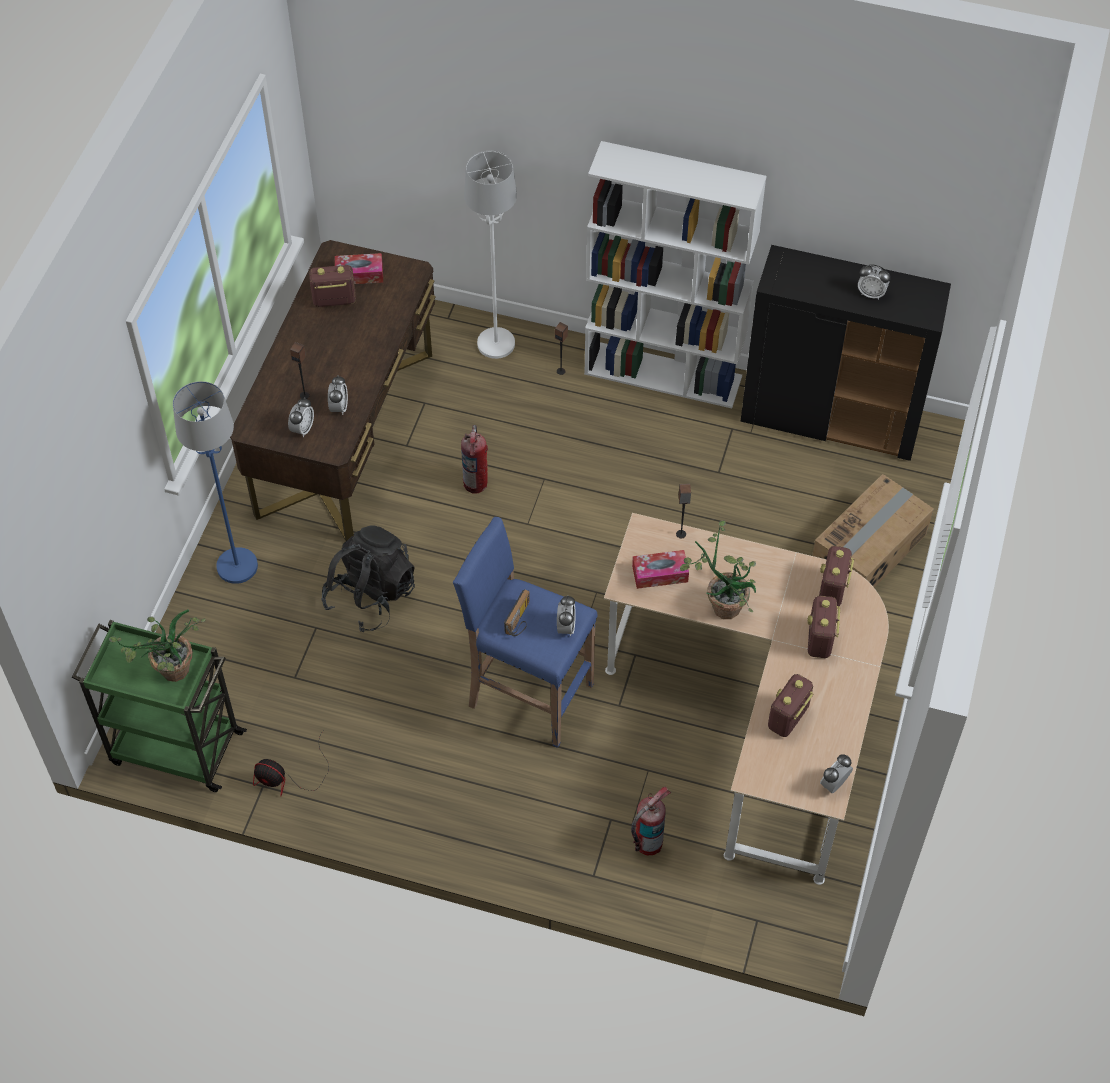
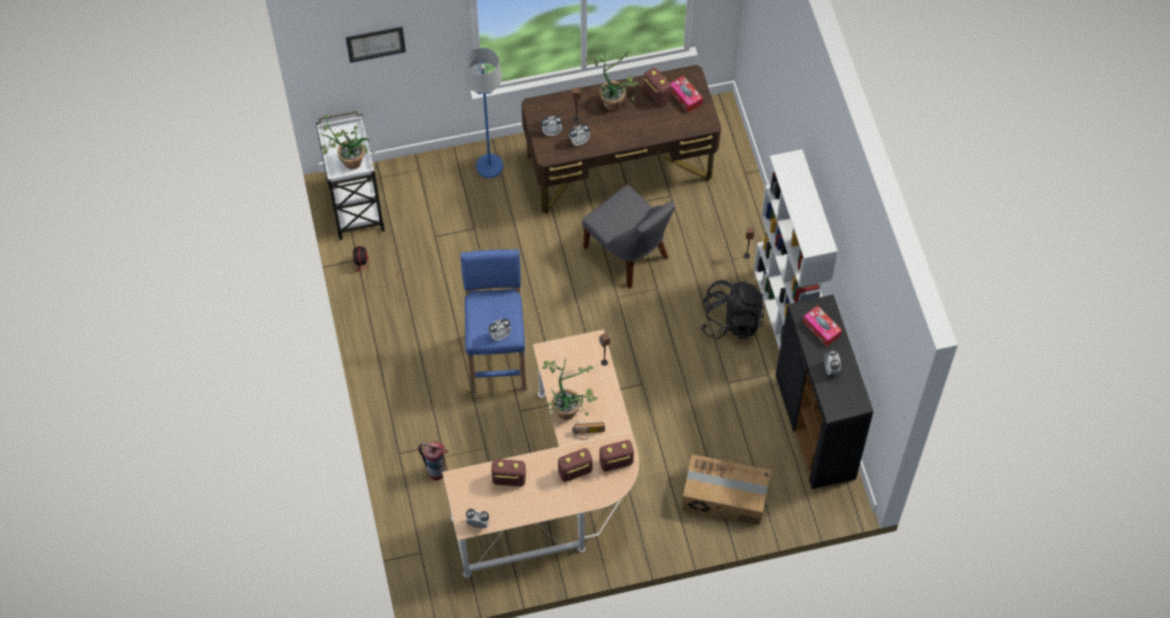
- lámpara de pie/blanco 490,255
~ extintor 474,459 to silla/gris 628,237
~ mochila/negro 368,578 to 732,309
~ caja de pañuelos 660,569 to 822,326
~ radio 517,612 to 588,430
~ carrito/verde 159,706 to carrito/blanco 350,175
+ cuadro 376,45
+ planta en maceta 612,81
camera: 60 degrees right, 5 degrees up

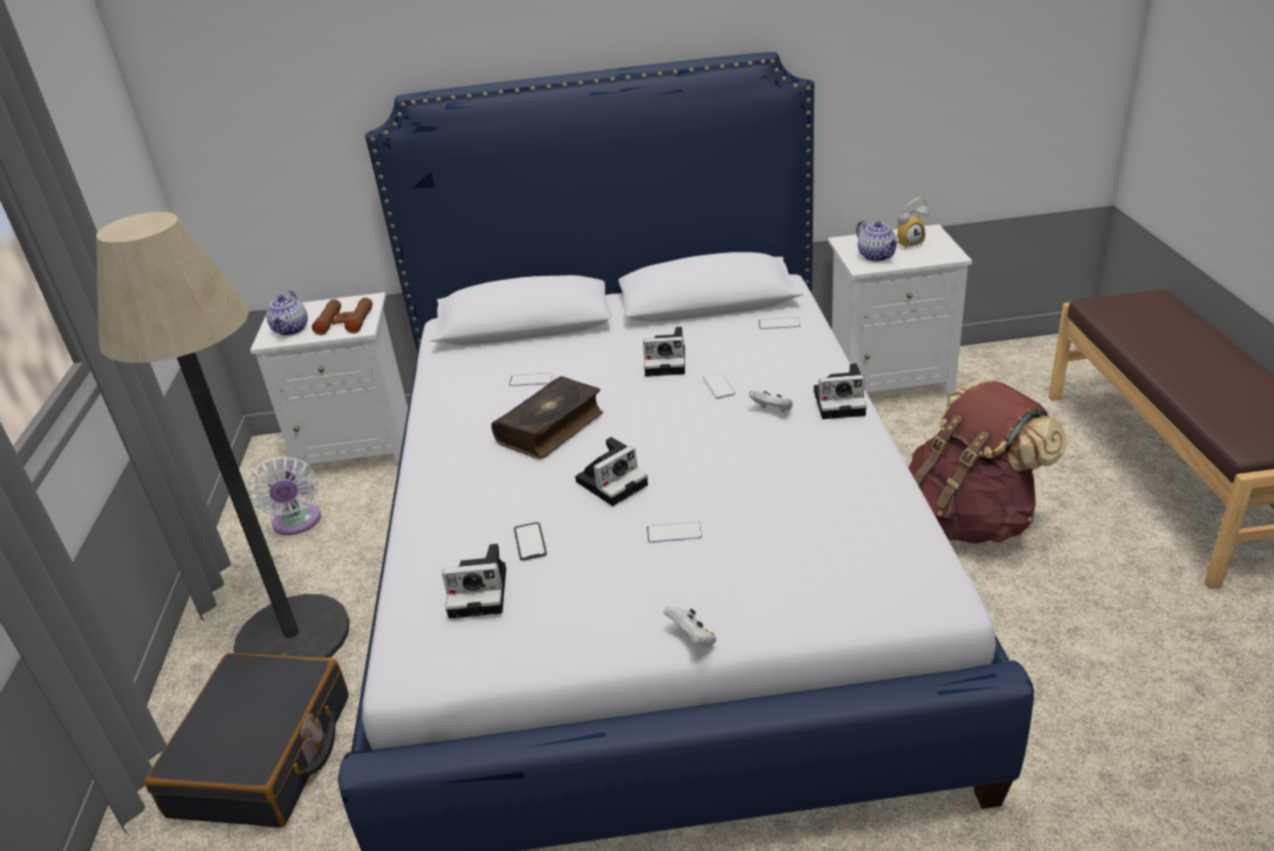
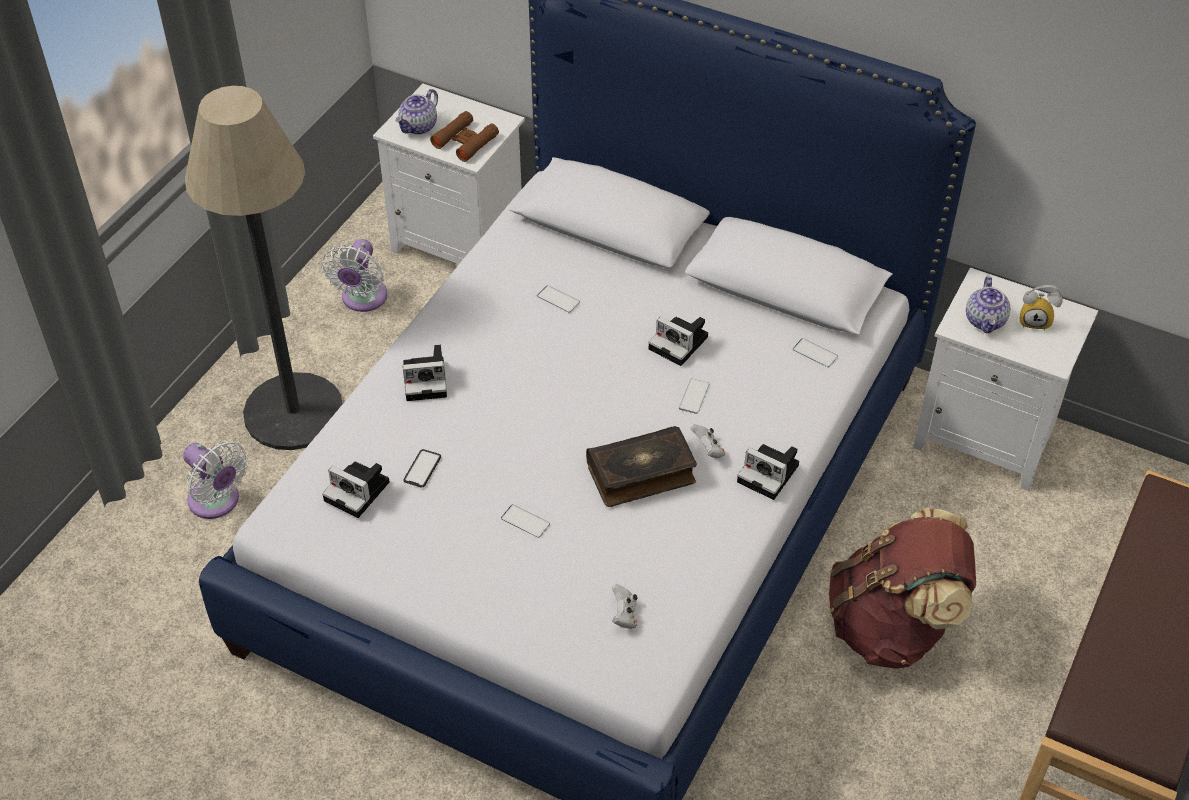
~ libro 547,417 to 641,466
~ cámara 611,471 to 425,373
~ mando de consola/blanco 689,626 to 624,606
~ maleta/negro 246,740 to ventilador/blanco 215,480
camera: 30 degrees right, 15 degrees up

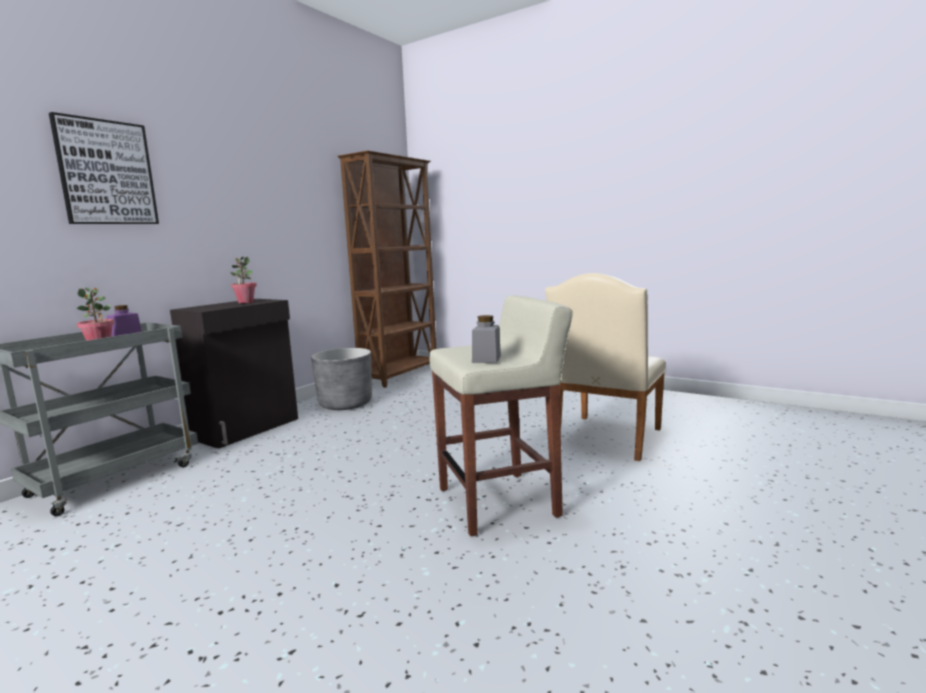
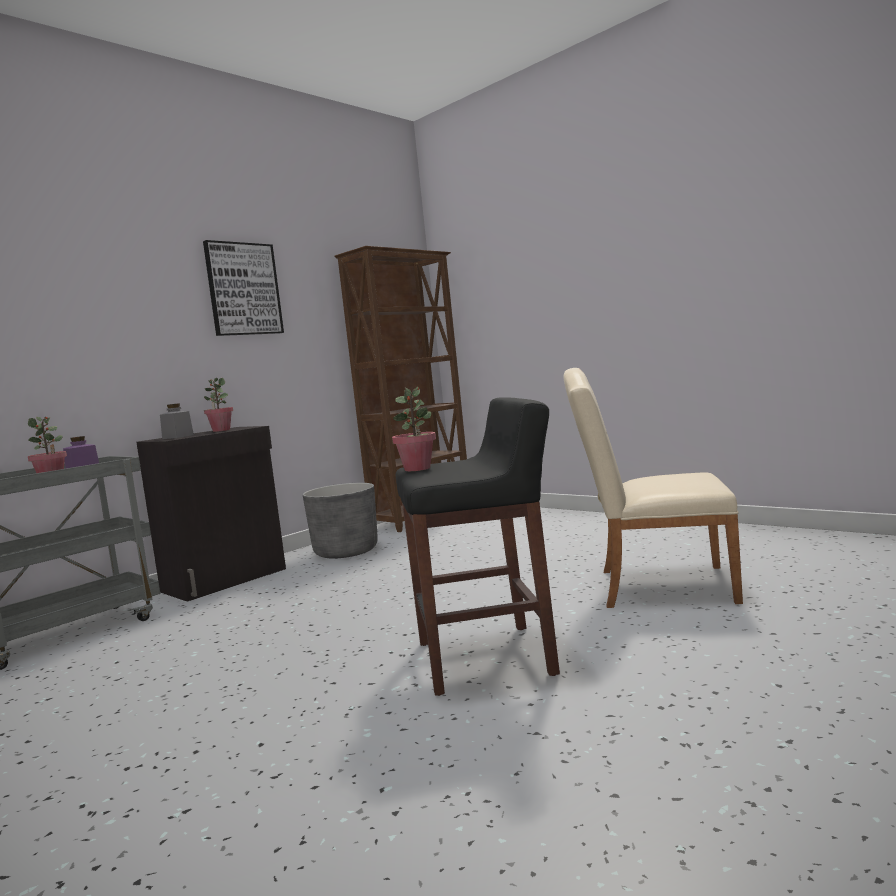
~ cuadro 104,168 to 243,288
~ silla/beis 605,367 = 653,488 60 degrees clockwise
~ taburete/beis 501,415 to taburete/negro 478,546
~ tarro/gris 486,339 to 177,421
+ planta en maceta 414,429
camera: 10 degrees right, 5 degrees down

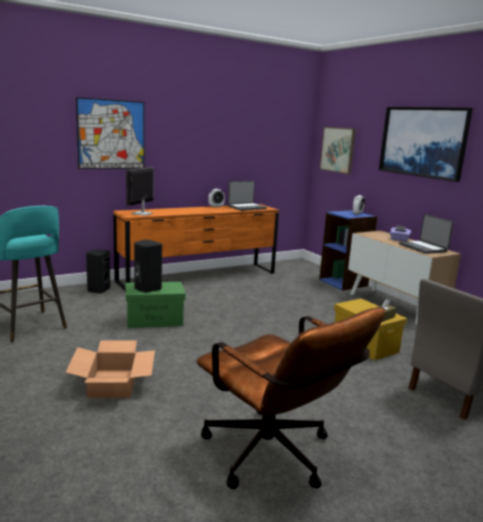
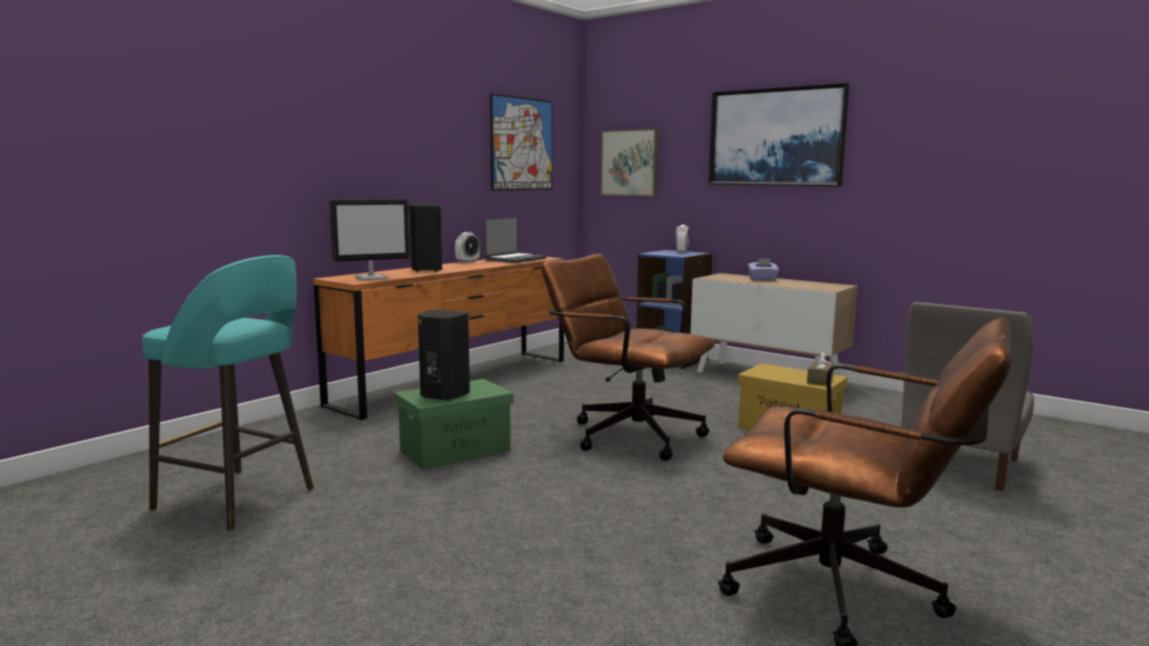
~ cuadro 110,133 to 521,142
~ monitor 140,191 = 370,239 120 degrees counterclockwise
- portátil 426,234
~ altavoz/negro 98,271 to 426,238
- caja de cartón 110,369
+ silla de oficina/marrón 628,357
camera: 20 degrees left, 5 degrees down

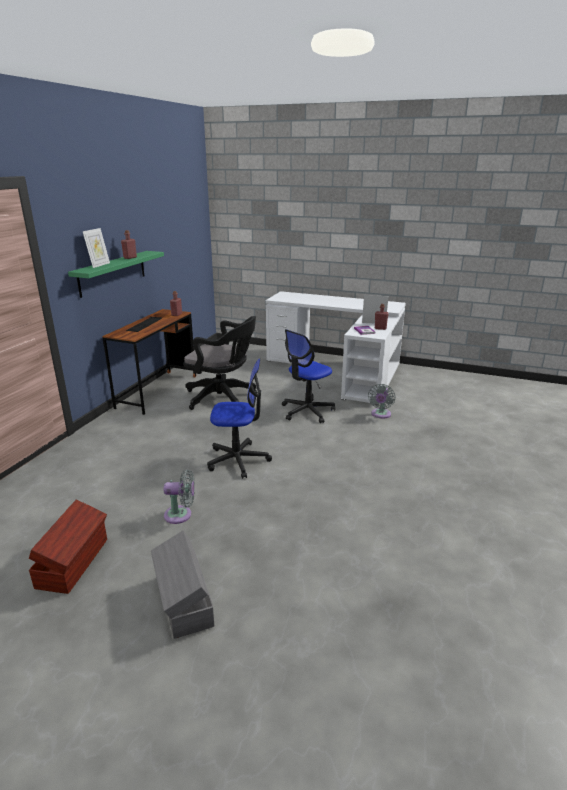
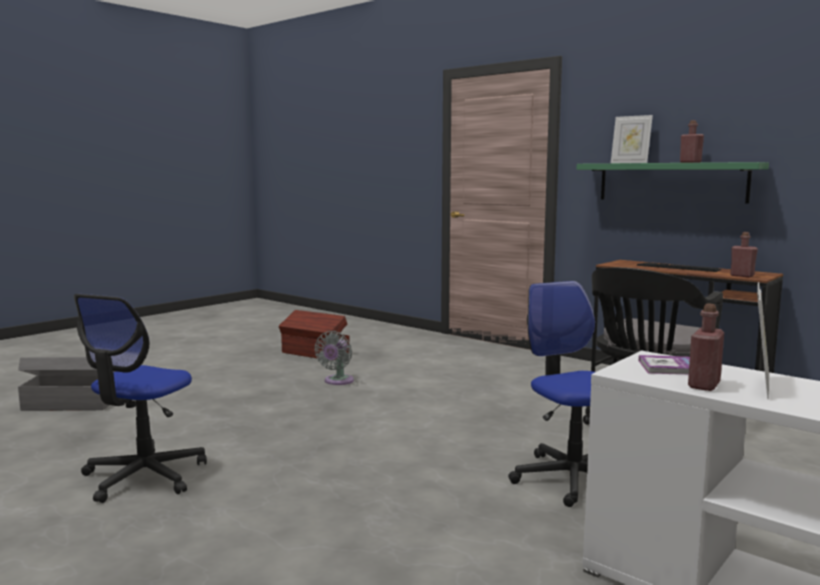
~ silla de oficina 239,418 to 140,398
- ventilador/gris 381,401
~ caja de almacenaje/gris 182,584 to 67,384
camera: 110 degrees right, 15 degrees down

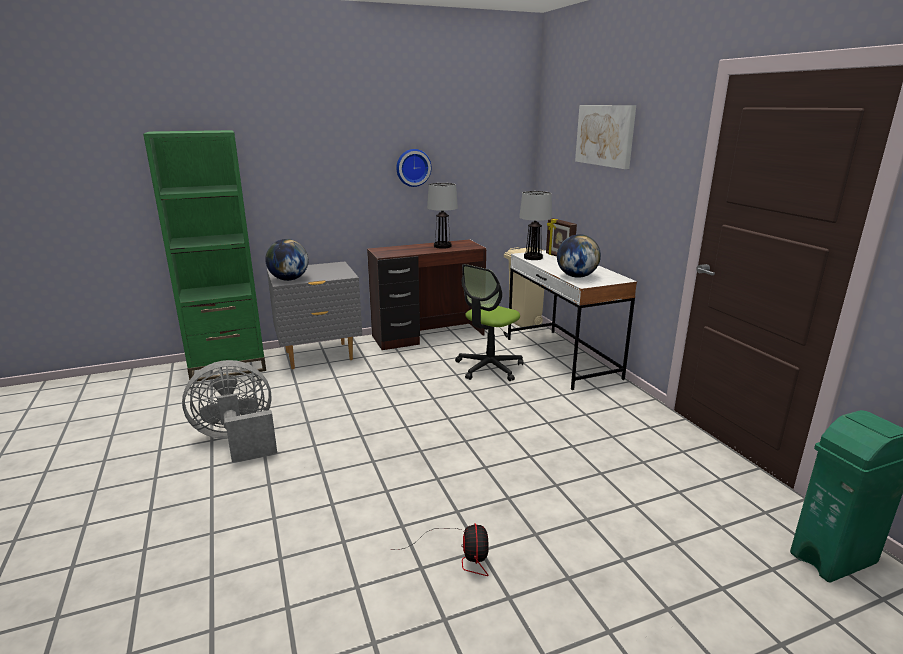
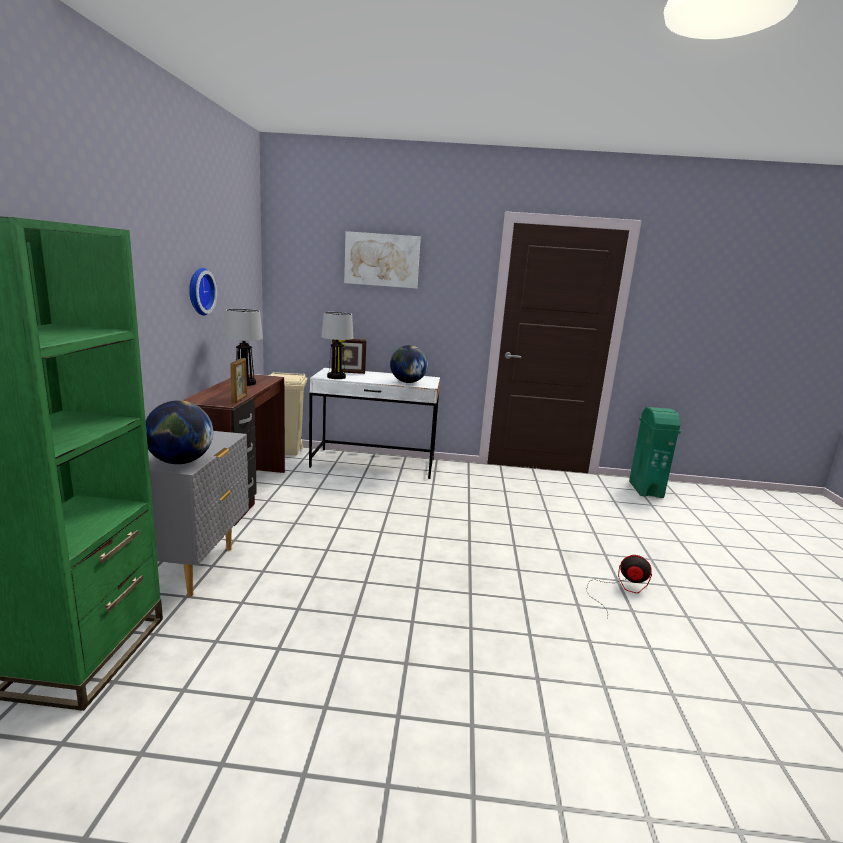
- silla de oficina 489,322
- ventilador/gris 229,411
+ portarretratos 238,380
camera: 65 degrees left, 5 degrees down

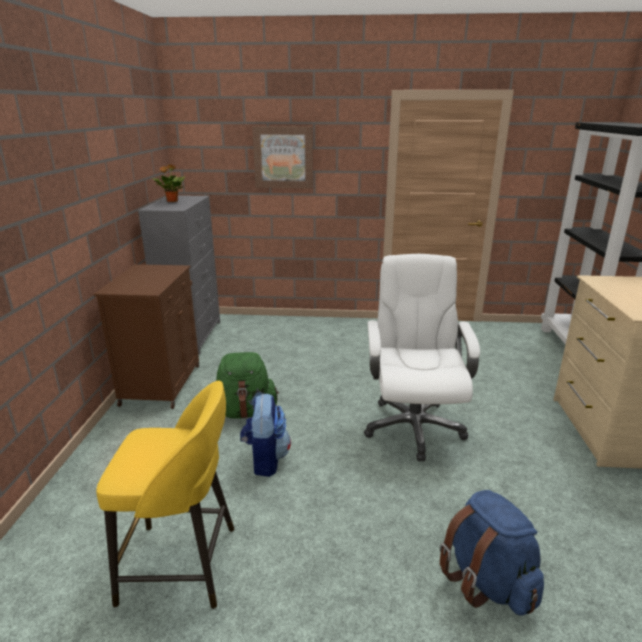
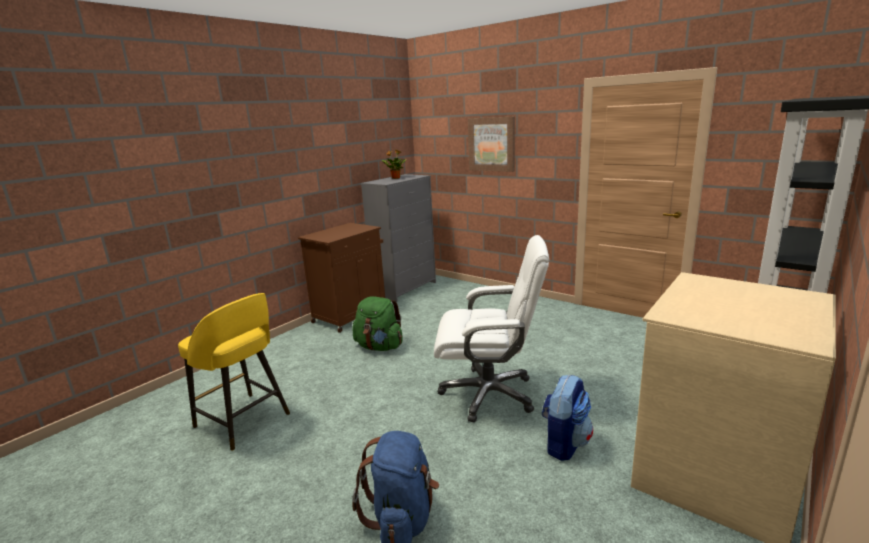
~ silla de oficina/blanco 422,357 = 491,328 60 degrees clockwise
~ mochila 265,435 to 567,418
camera: 35 degrees right, 5 degrees down

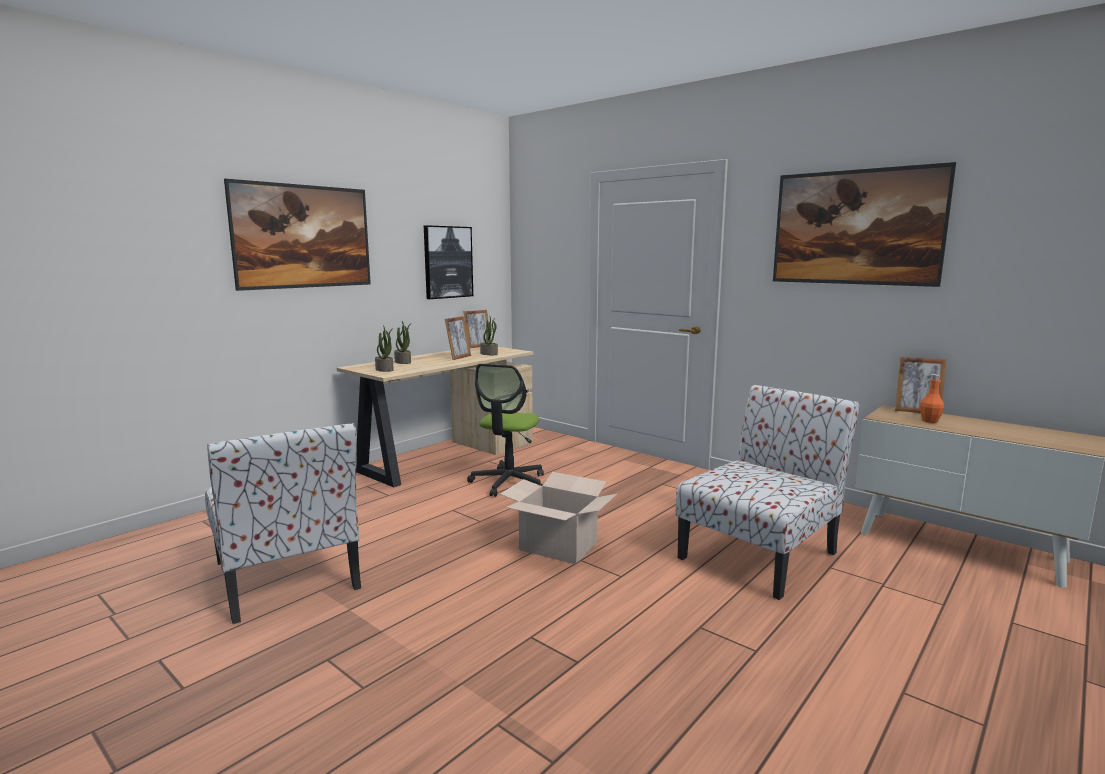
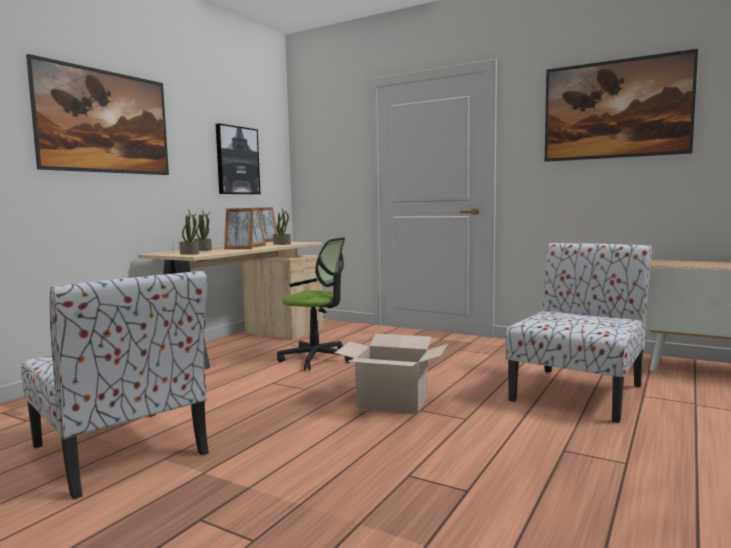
~ portarretratos 921,385 to 239,228
~ silla de oficina 505,430 = 315,303 75 degrees counterclockwise
- botella/naranja 932,398
camera: 10 degrees left, 5 degrees down

